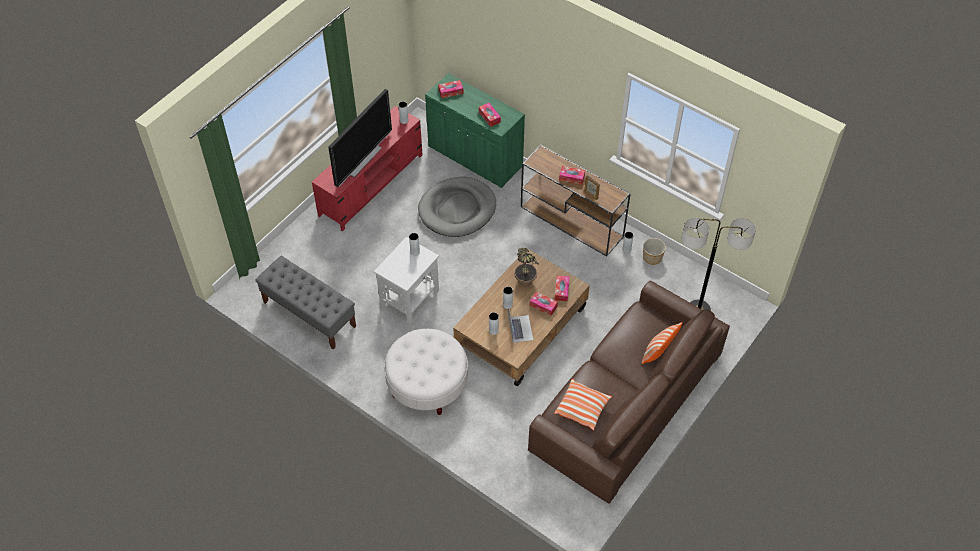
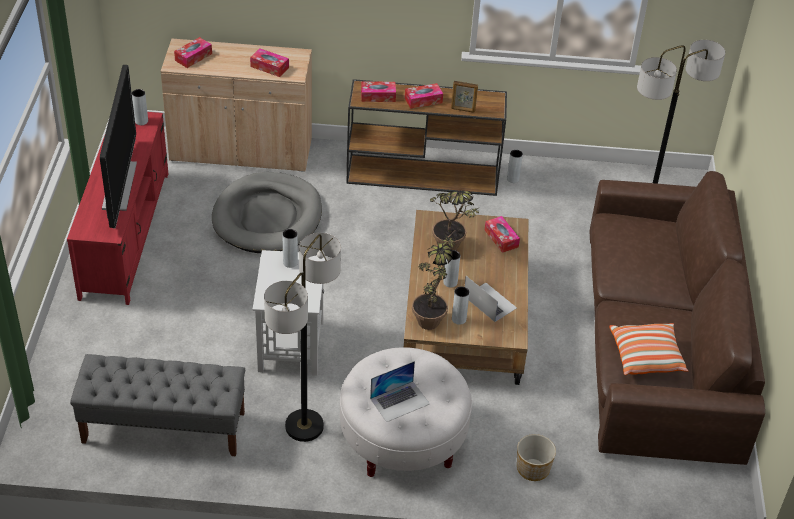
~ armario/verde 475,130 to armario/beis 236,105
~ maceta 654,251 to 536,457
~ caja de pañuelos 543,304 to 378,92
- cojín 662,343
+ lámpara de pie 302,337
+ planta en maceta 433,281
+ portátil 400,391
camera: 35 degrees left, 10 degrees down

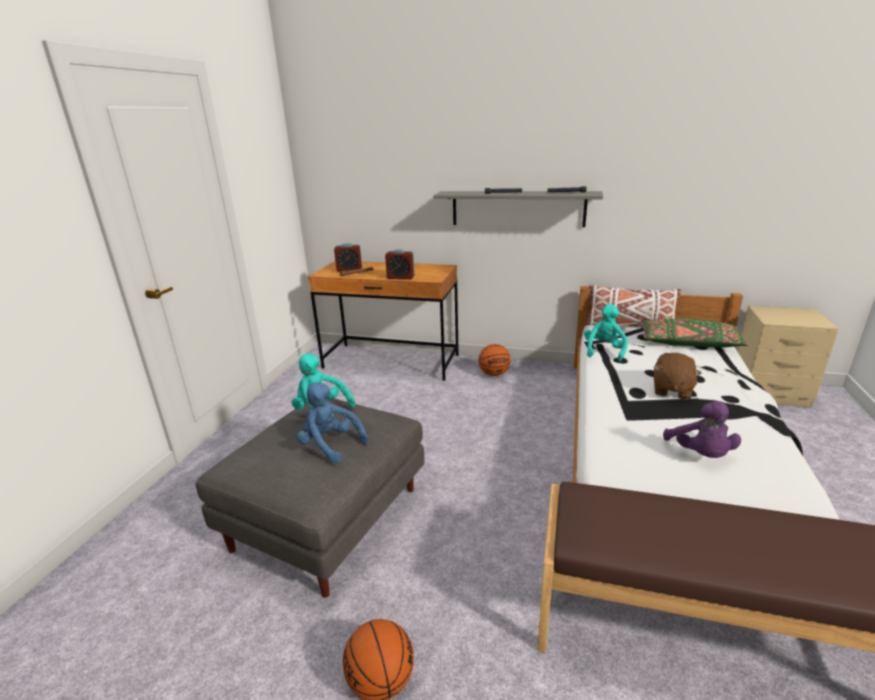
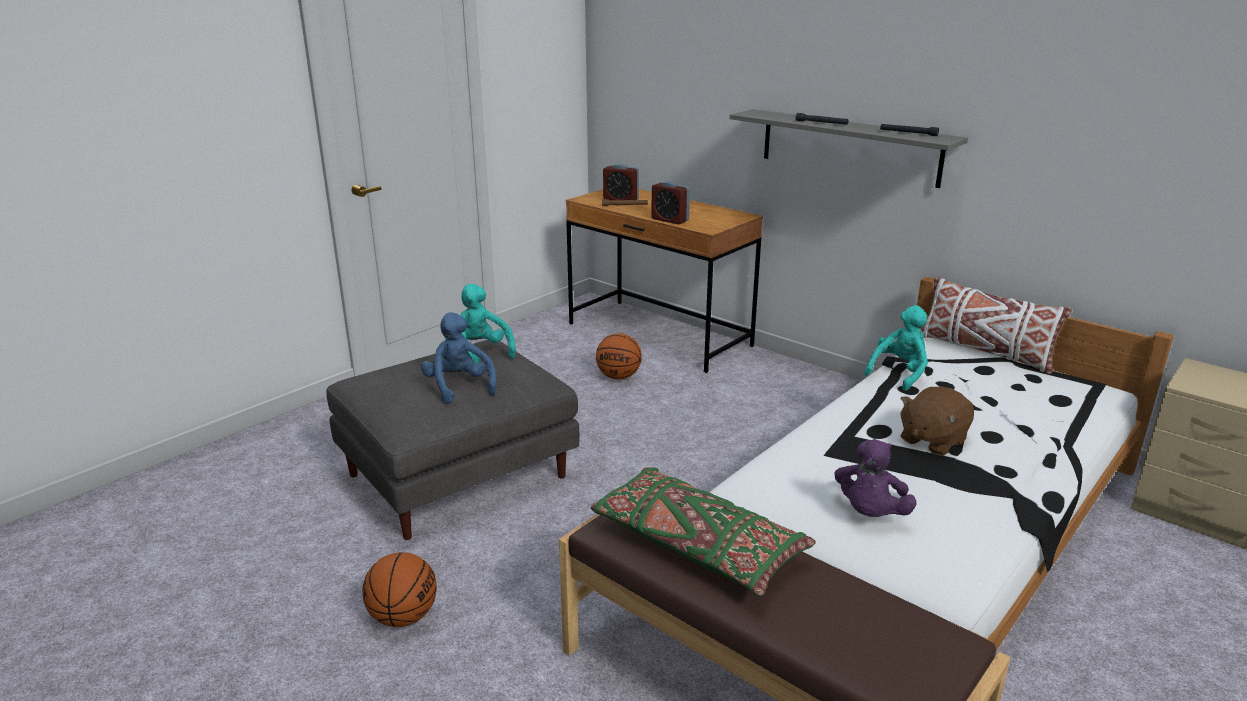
~ cojín/verde 693,332 to 703,531
~ balón de baloncesto 495,360 to 619,356
camera: 25 degrees right, 0 degrees up

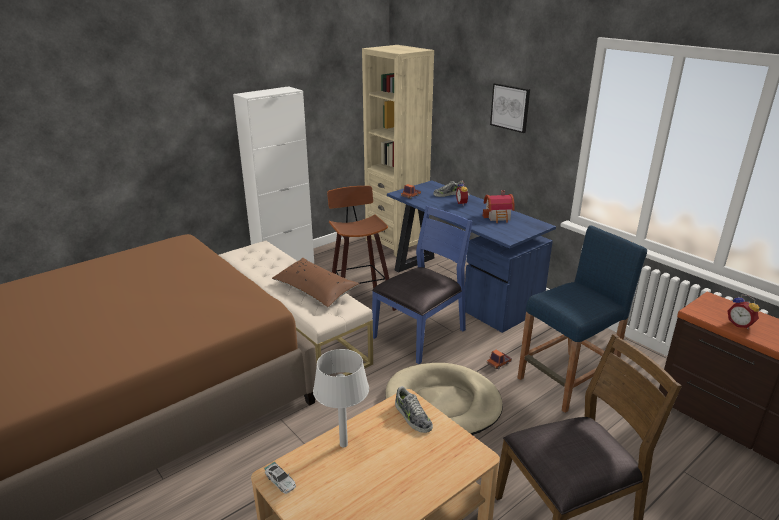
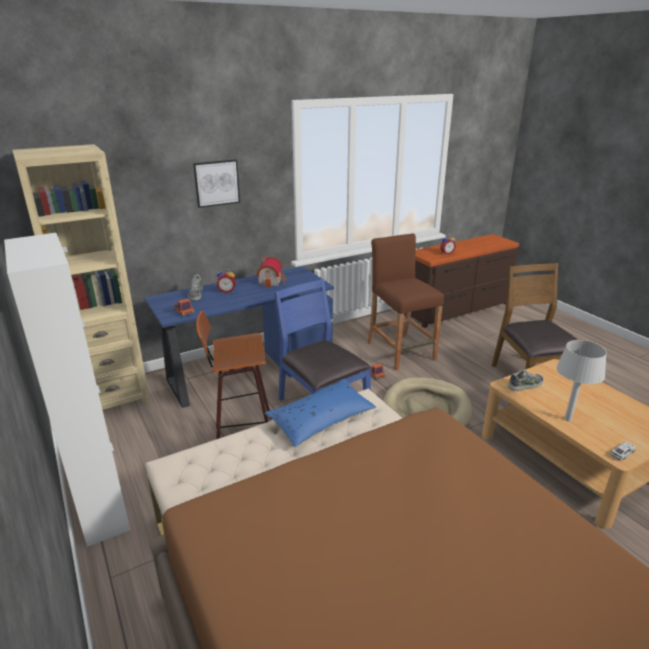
~ taburete/azul 582,319 to taburete/marrón 406,301
~ cojín/marrón 315,283 to cojín/azul 320,412
camera: 80 degrees left, 0 degrees up

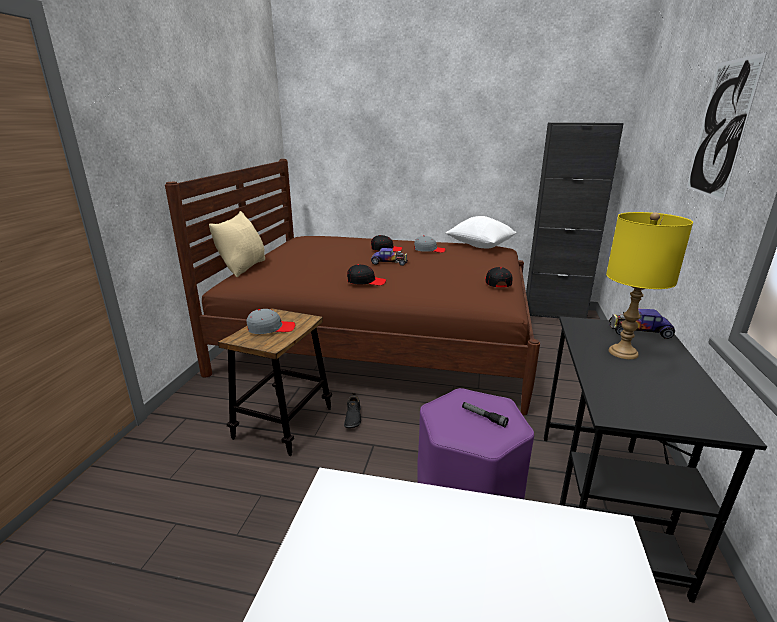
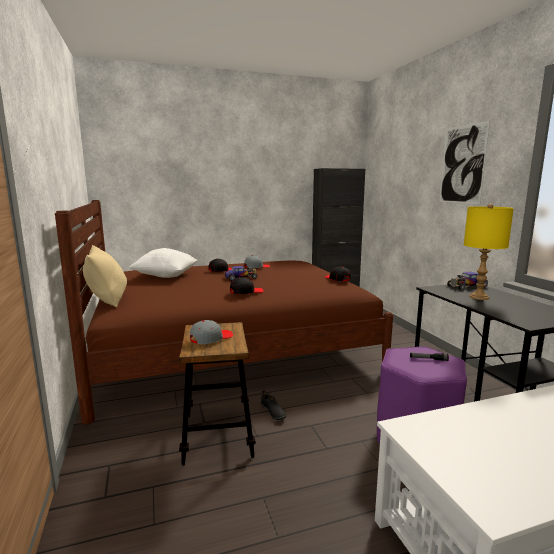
~ cojín/blanco 481,232 to 163,263
camera: 30 degrees left, 10 degrees down

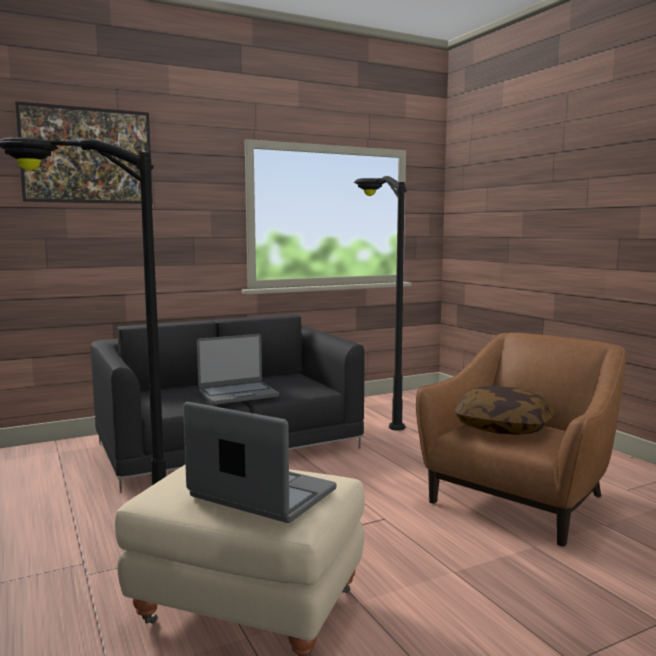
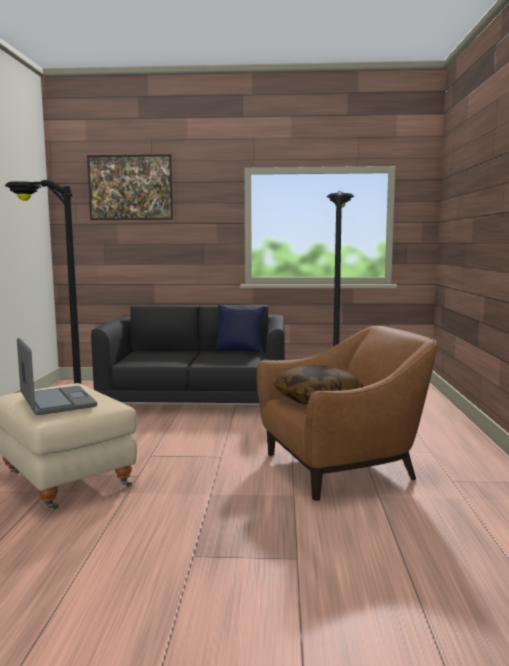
- portátil 238,369
+ cojín/azul 240,329
camera: 30 degrees right, 0 degrees up

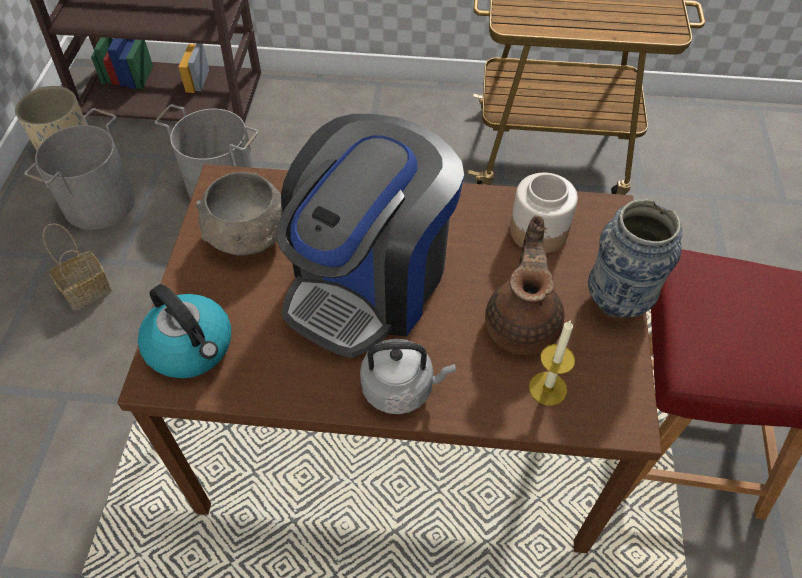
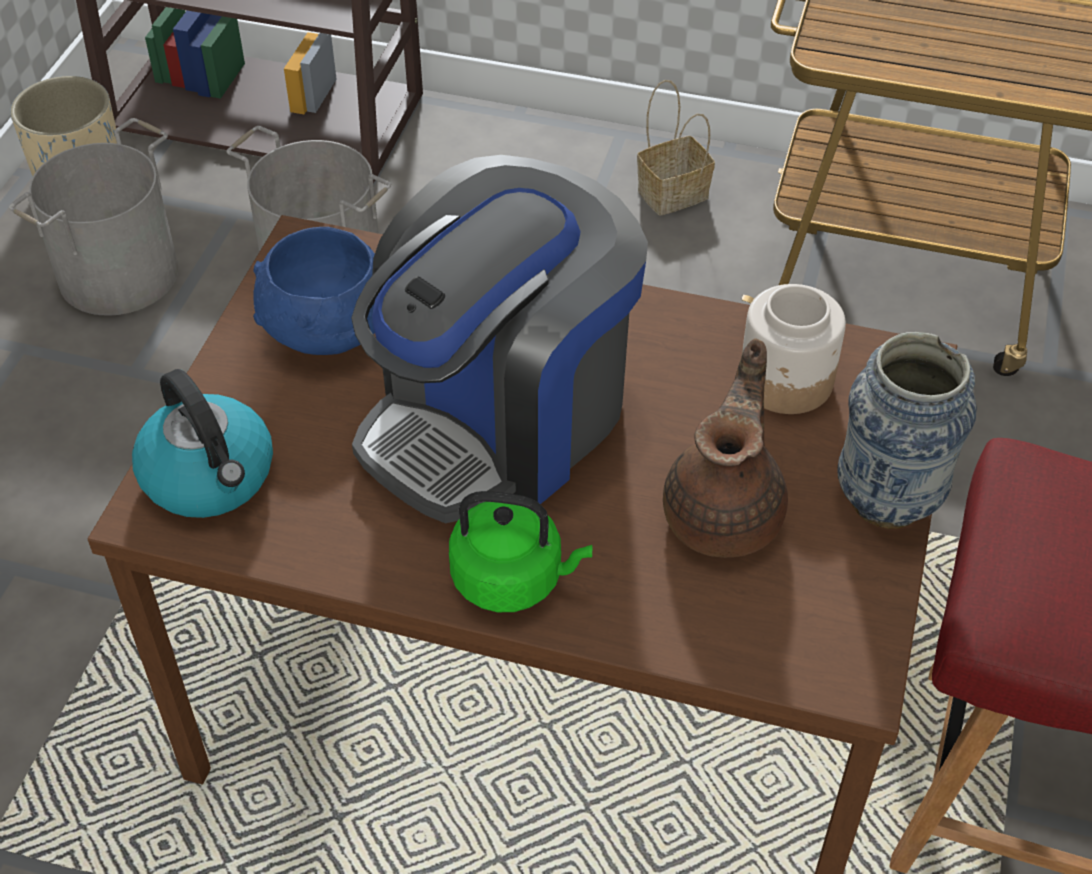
~ cuenco/gris 239,214 to cuenco/azul 314,291
~ cesta 77,266 to 676,148
- vela 552,362
~ hervidor/gris 408,376 to hervidor/verde 520,551
camera: 10 degrees right, 5 degrees down

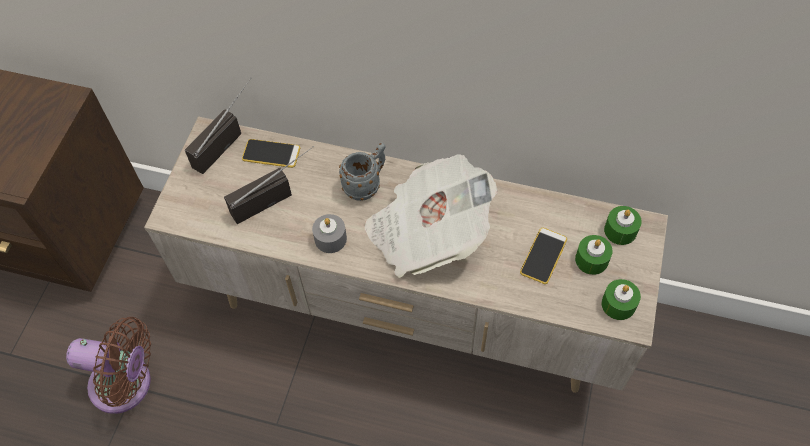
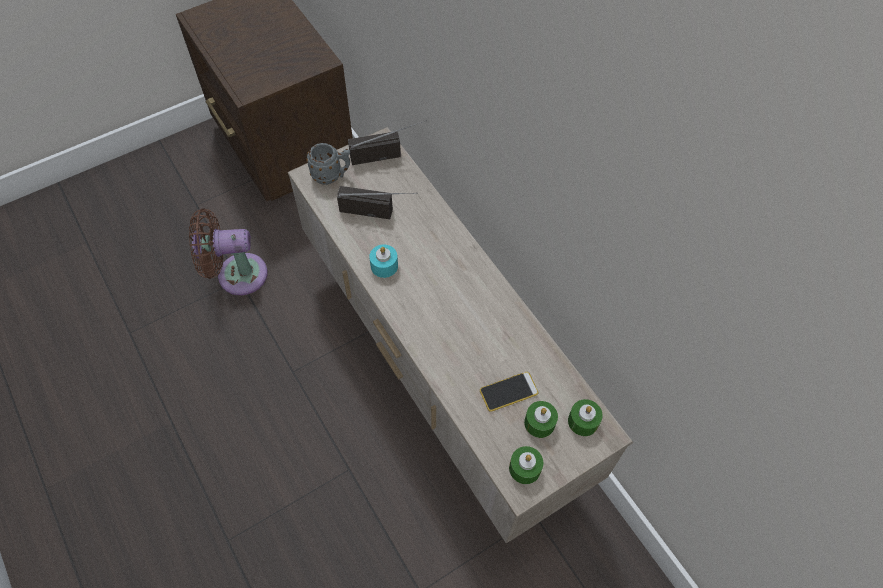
- móvil 271,153
~ taza grande/gris 362,172 to 328,164
- periódico 431,216
~ vela/gris 329,233 to vela/turquesa 383,261
~ ventilador/marrón 108,365 = 228,251 120 degrees clockwise
camera: 40 degrees right, 0 degrees up

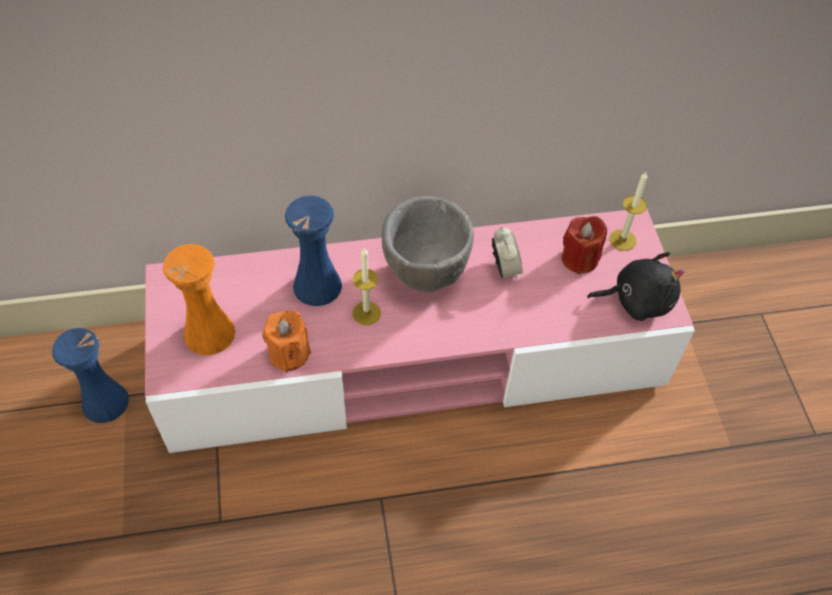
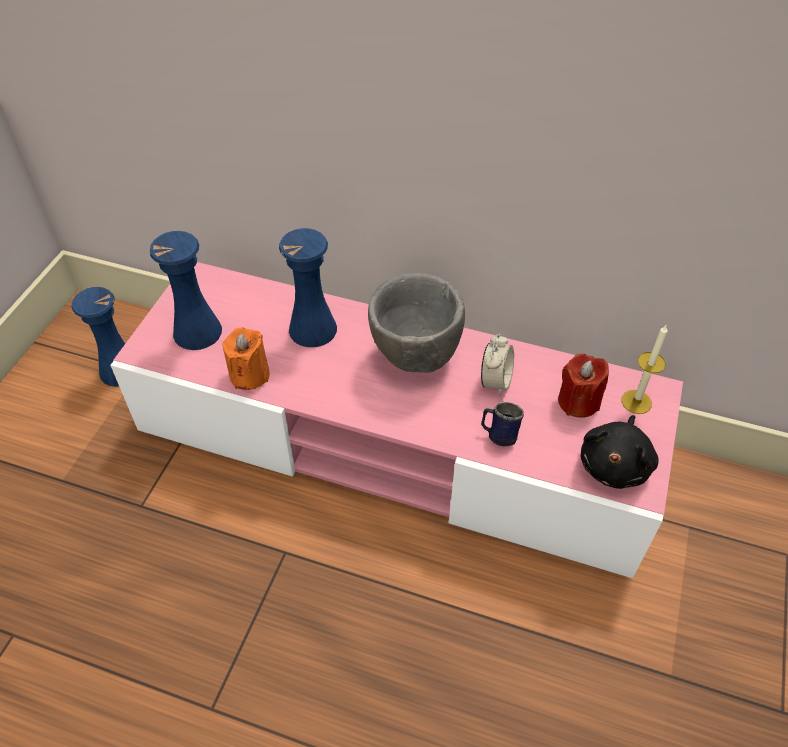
~ florero/naranja 199,299 to florero/azul 185,290
- vela 367,286
~ peluche/negro 636,286 = 619,452 90 degrees clockwise
+ taza grande/azul 502,424
camera: 30 degrees right, 5 degrees down

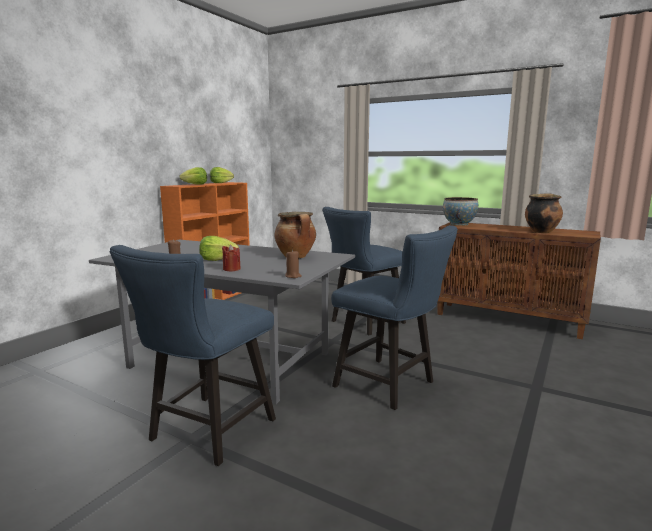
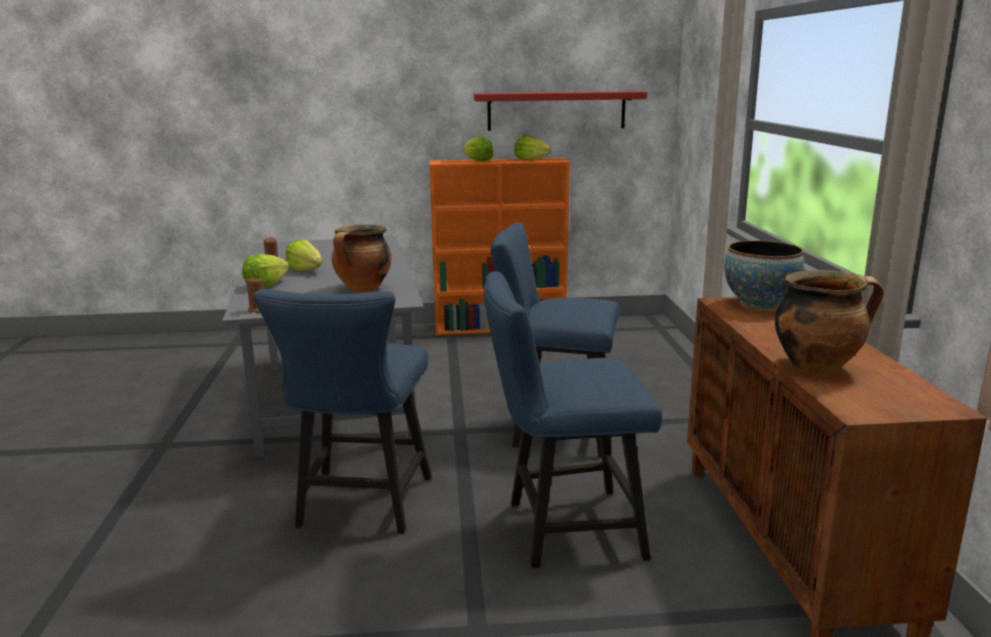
~ silla/azul 193,355 to 573,420
~ vela/rojo 231,258 to lechuga 265,270
+ estante/rojo 560,111
camera: 55 degrees right, 5 degrees up

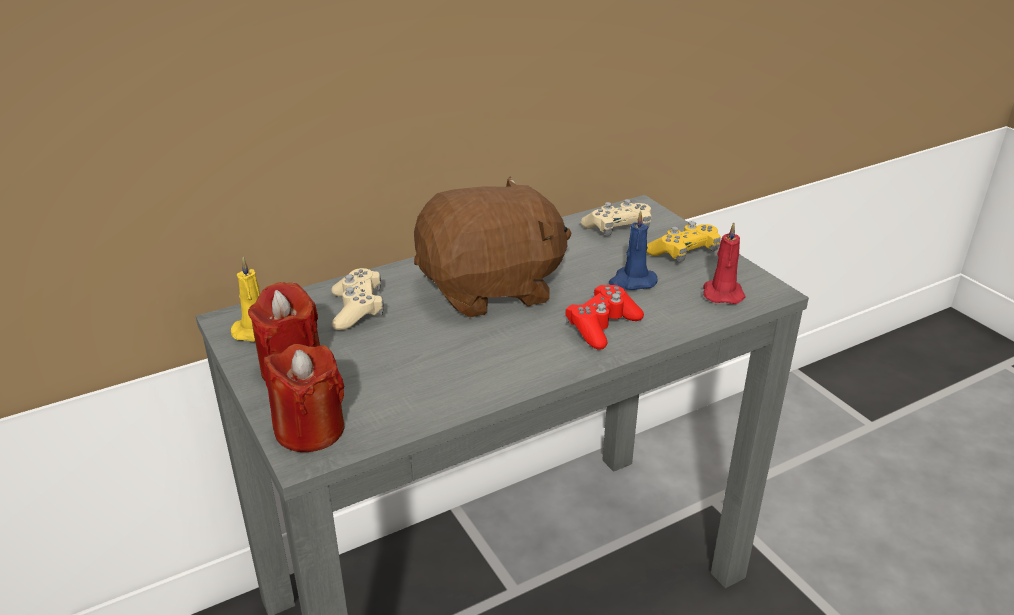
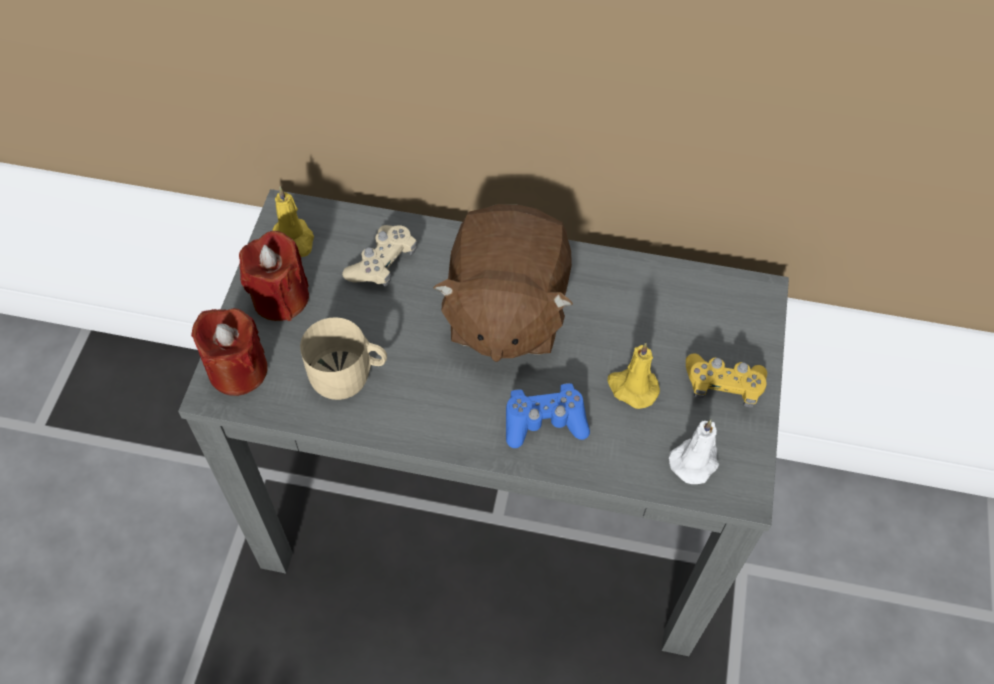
~ peluche/marrón 492,247 = 503,283 75 degrees clockwise
- mando de consola/beis 616,217
~ vela/azul 633,250 to vela/amarillo 633,375
~ vela/rojo 724,263 to vela/blanco 694,452
~ mando de consola/rojo 604,317 to mando de consola/azul 548,415
+ taza grande/beis 343,358
camera: 40 degrees right, 25 degrees up

